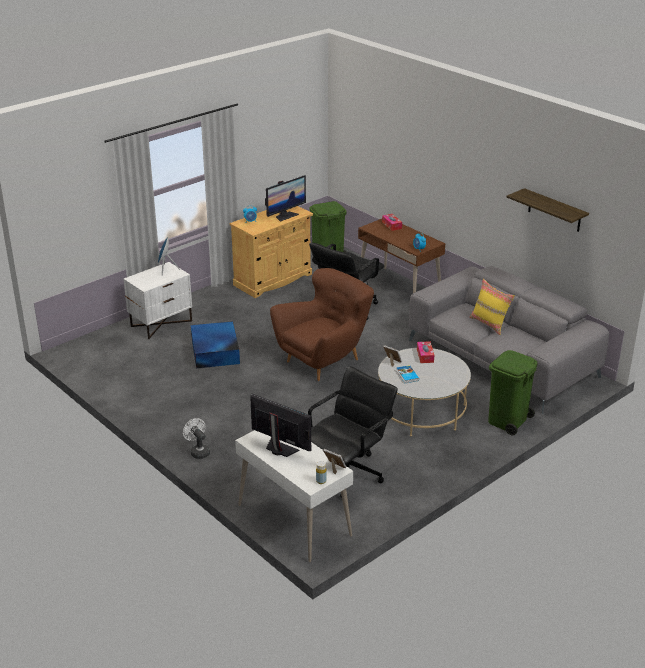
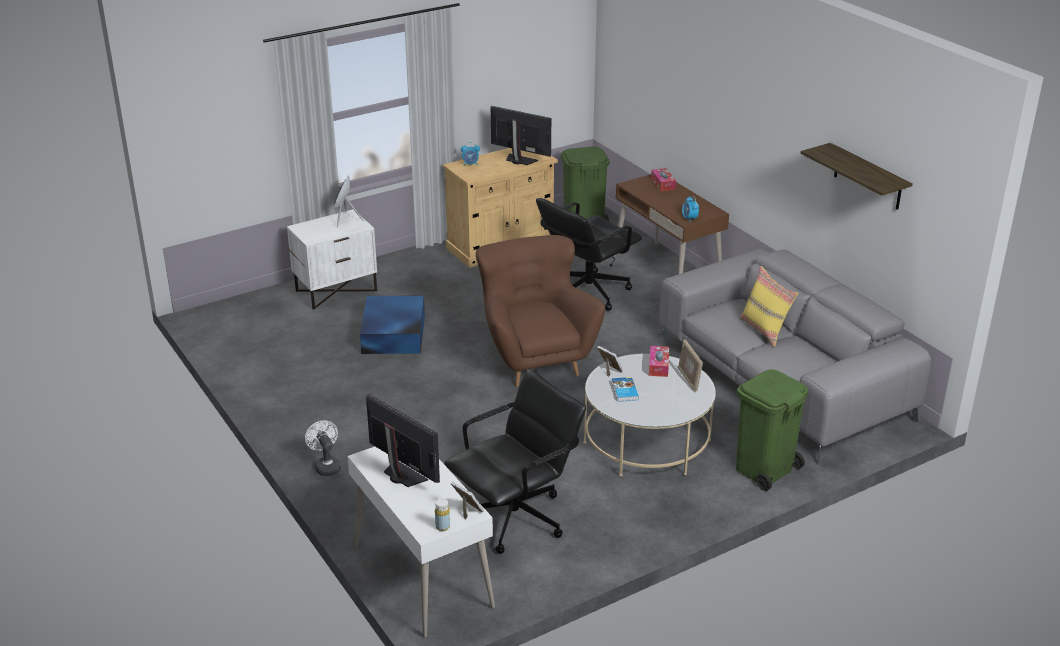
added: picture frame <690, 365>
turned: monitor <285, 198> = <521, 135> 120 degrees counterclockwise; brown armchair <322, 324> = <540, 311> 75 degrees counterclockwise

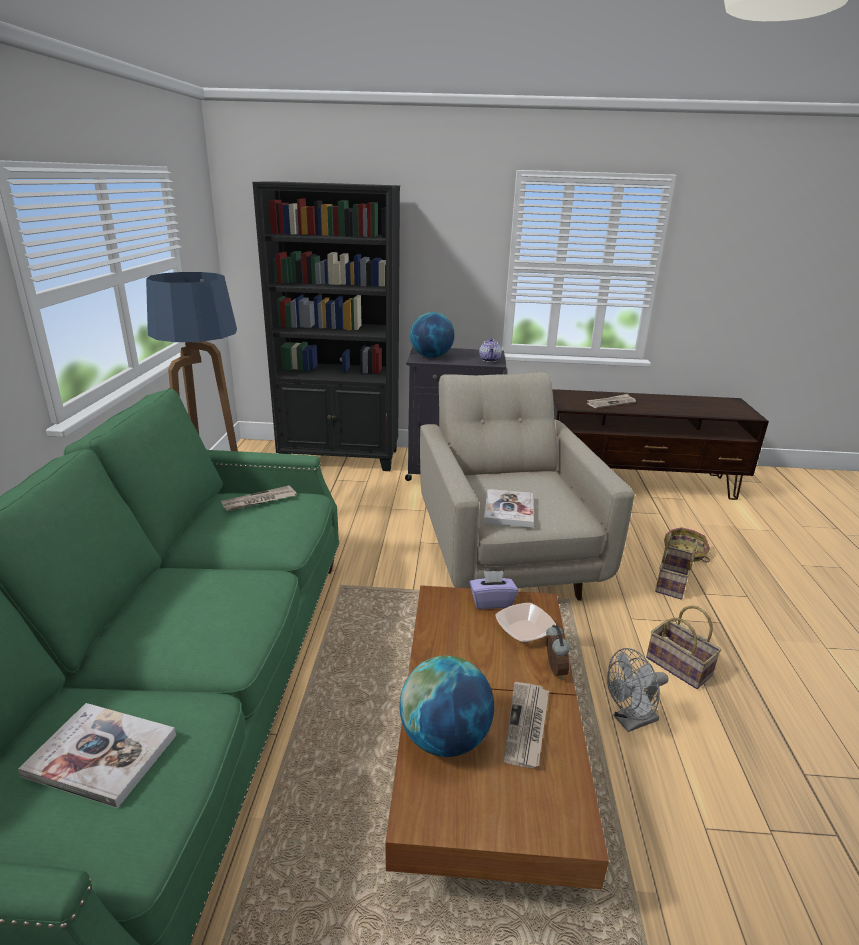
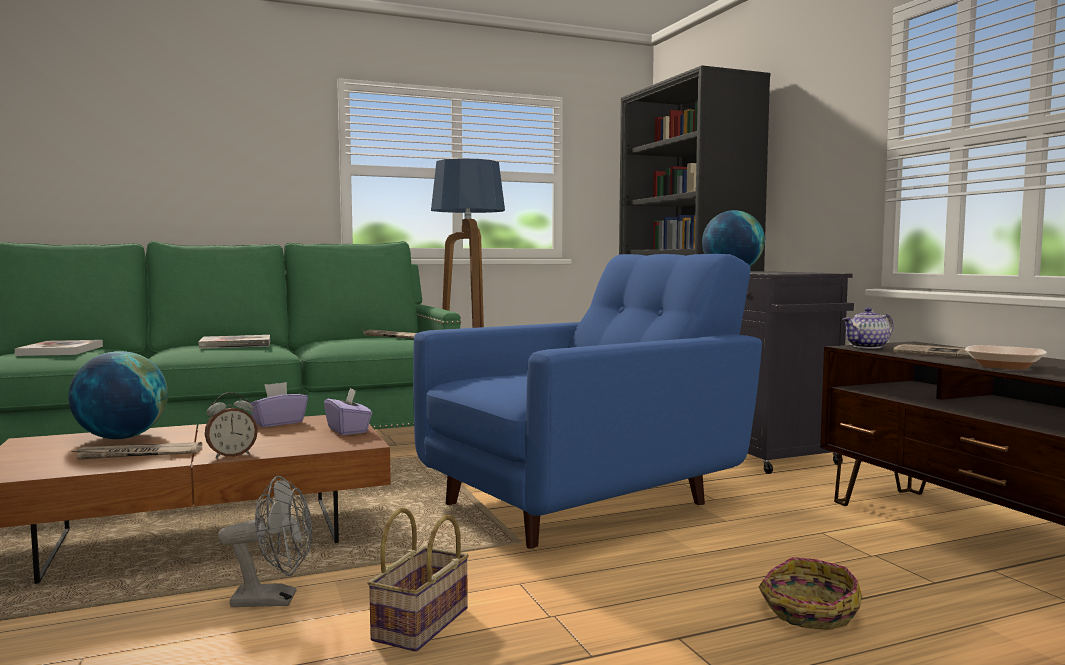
removed: basket <676, 566>
added: purple tissue box <279, 404>
moved: teapot <490, 350> to <868, 328>; book <509, 508> to <234, 342>; bowl <525, 622> to <1006, 357>
recoloured: beige armchair <527, 486> to blue armchair <587, 401>
turned: grey fan <638, 690> = <265, 541> 135 degrees clockwise

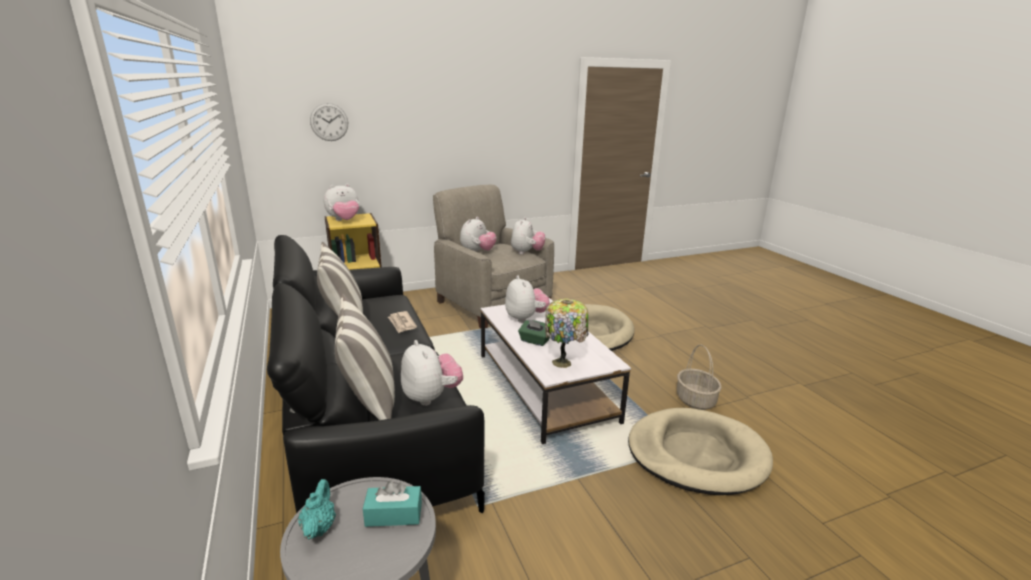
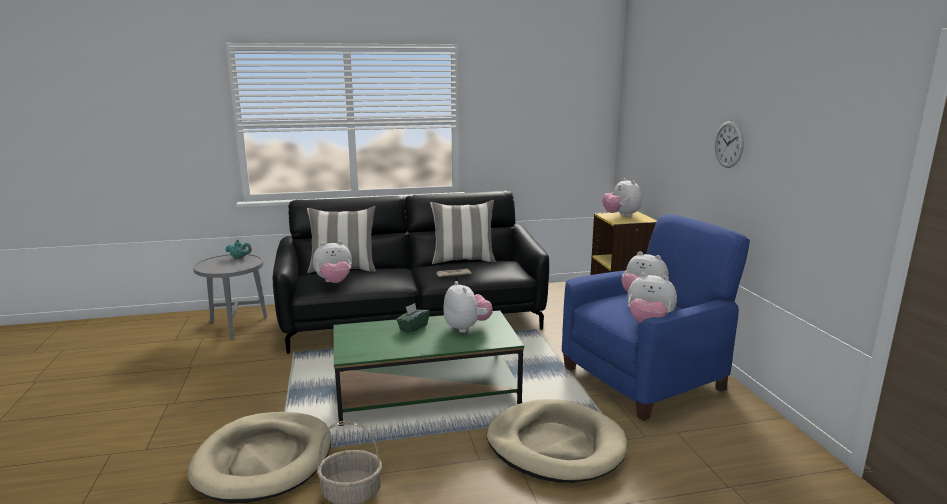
removed: table lamp <566, 333>; turquoise tissue box <392, 503>
moved: wall clock <329, 122> to <729, 144>
recoloured: beige armchair <493, 256> to blue armchair <656, 317>; white coffee table <555, 371> to green coffee table <429, 368>
turned: plush toy <527, 299> = <468, 307> 105 degrees counterclockwise

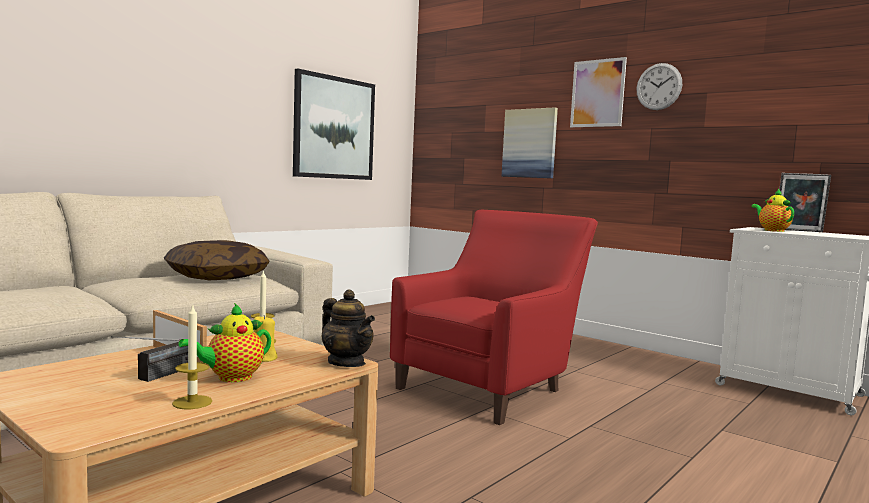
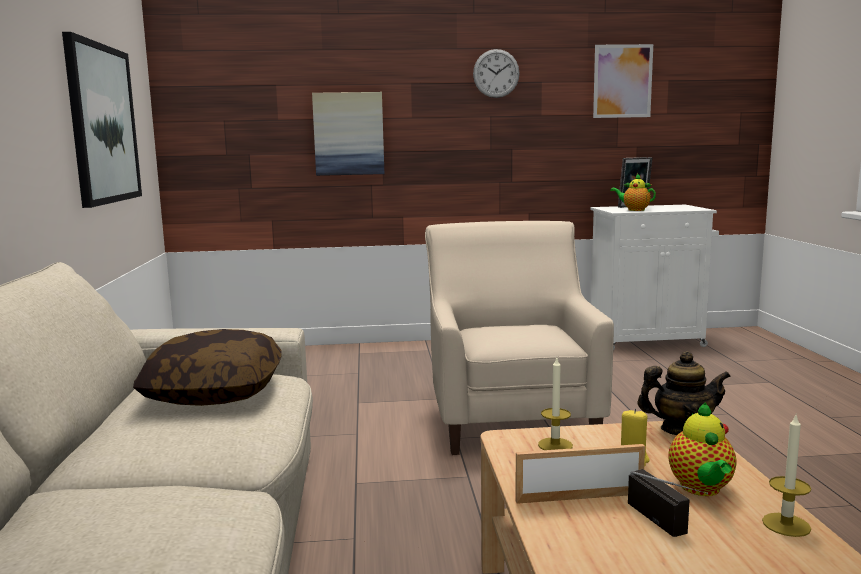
moved: picture <598, 92> to <623, 81>
recoloured: red armchair <494, 317> to beige armchair <519, 338>

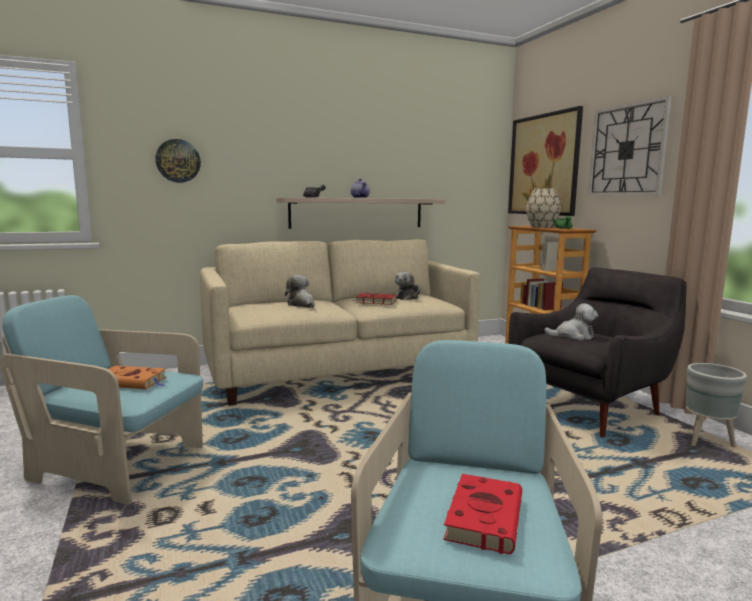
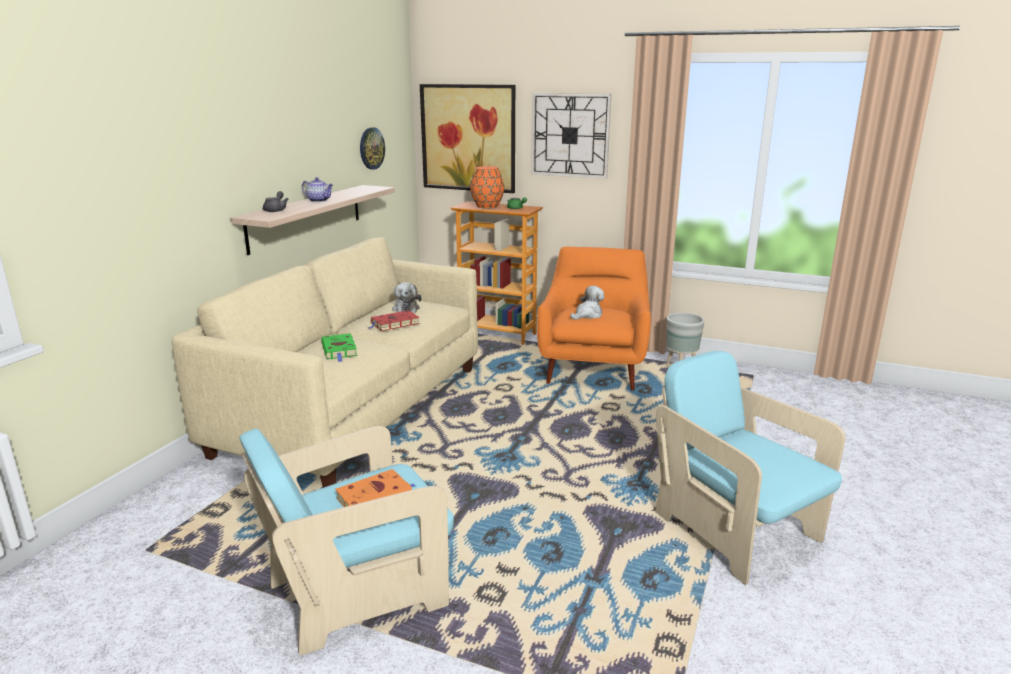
removed: red book <482, 514>
moved: wall clock <178, 161> to <372, 148>
replaced: plush toy <299, 291> to green book <339, 347>
recoloured: beige vase <543, 208> to orange vase <487, 187>; grey armchair <597, 352> to orange armchair <594, 318>

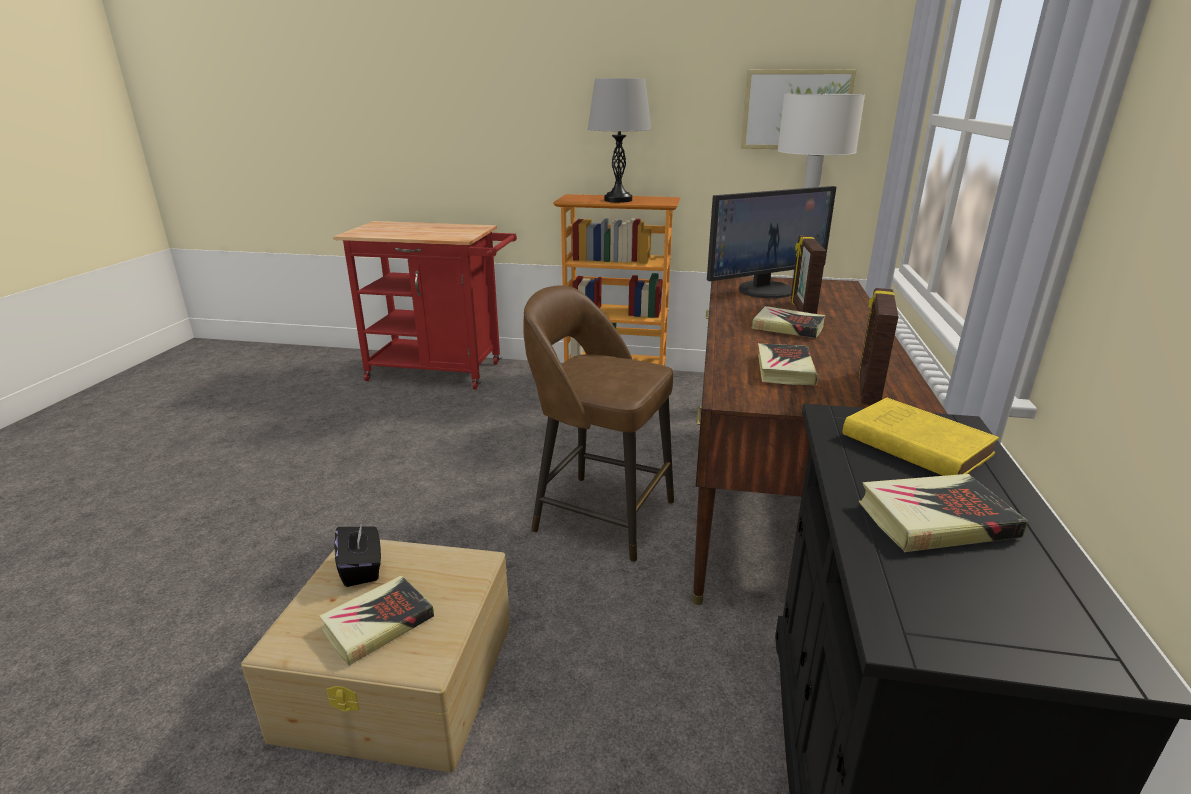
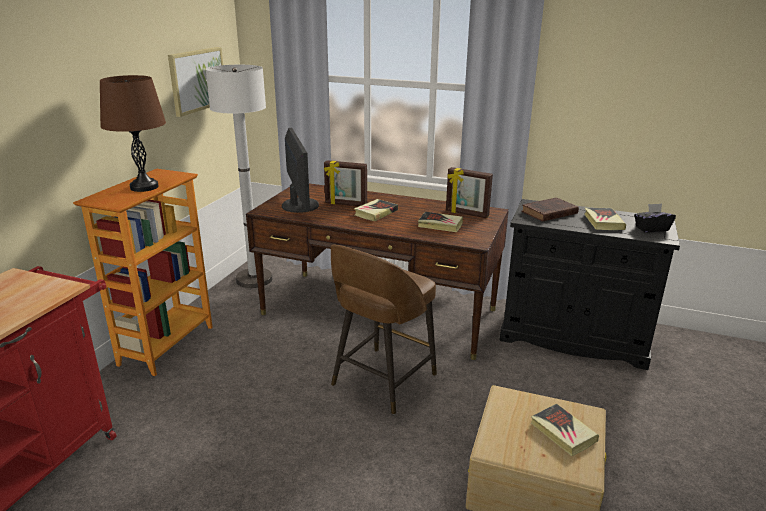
moved: black tissue box <357, 554> to <655, 217>
recoloured: grey table lamp <619, 140> to brown table lamp <133, 133>; yellow book <921, 437> to brown book <550, 210>

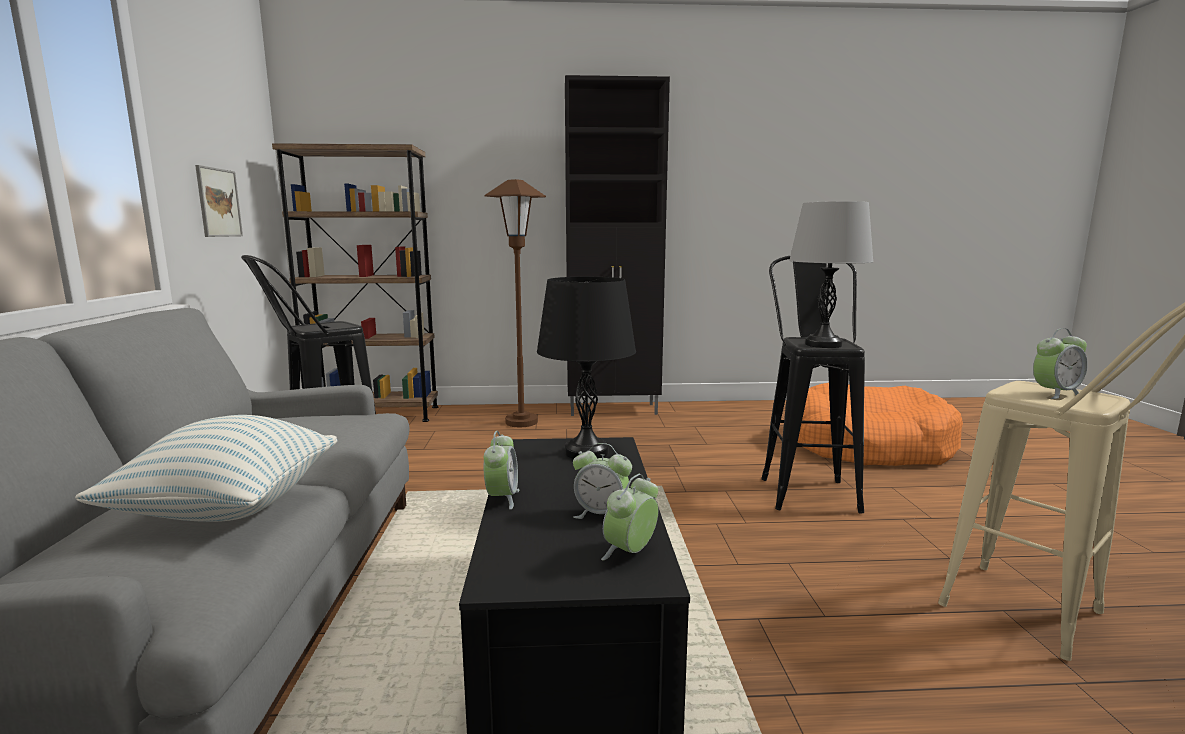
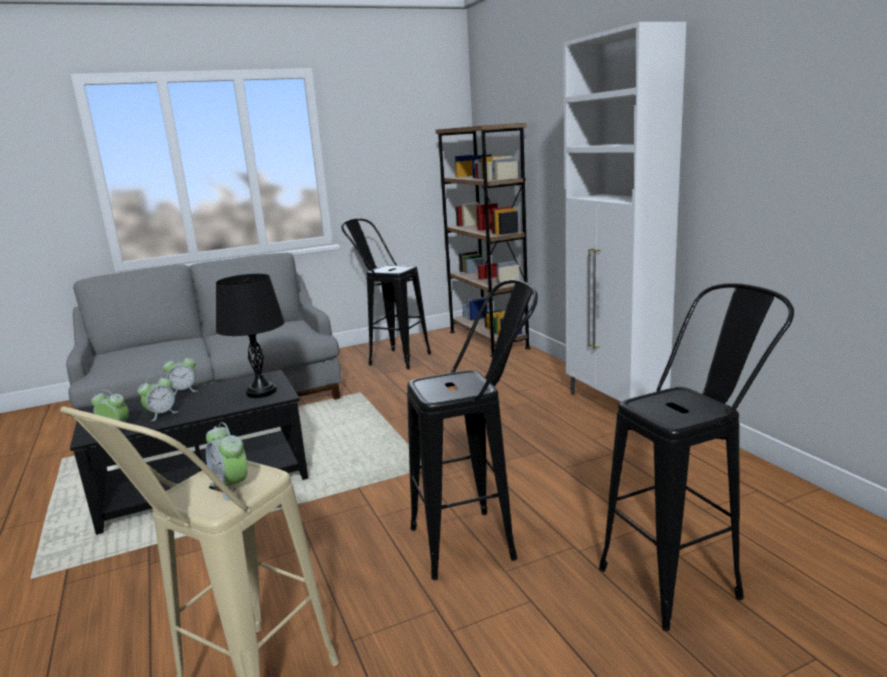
removed: picture <219, 201>; brown floor lamp <515, 303>; grey table lamp <831, 274>; pillow <206, 468>
replaced: orange dog bed <880, 424> to black stool <696, 457>
recoloured: black cabinet <617, 245> to white cabinet <624, 212>
turned: alarm clock <602, 481> = <158, 398> 135 degrees counterclockwise

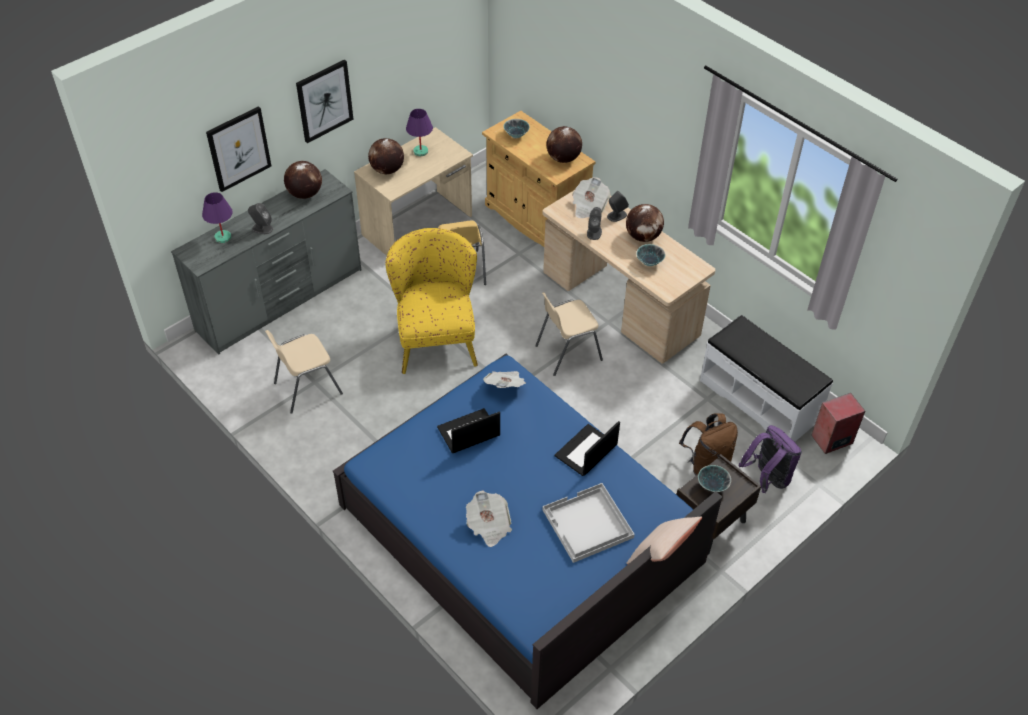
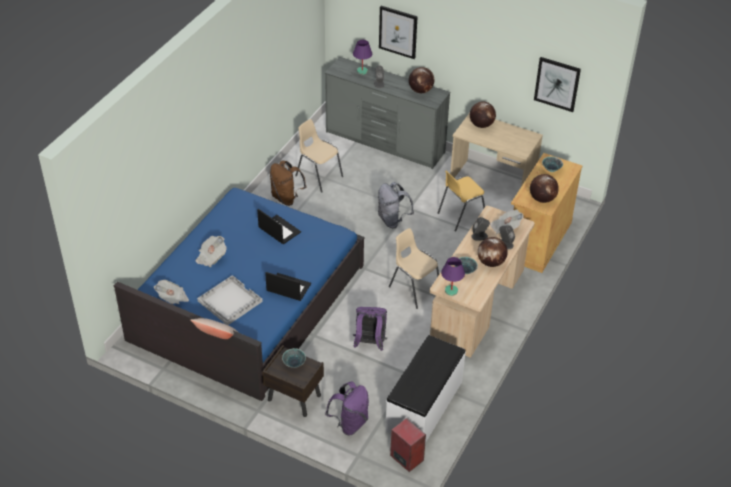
added: purple backpack <369, 329>
moved: picture <324, 101> to <557, 84>; purple table lamp <419, 132> to <453, 276>; newspaper <504, 379> to <171, 292>; brown backpack <708, 444> to <288, 183>
replaced: yellow armchair <431, 301> to grey backpack <396, 205>

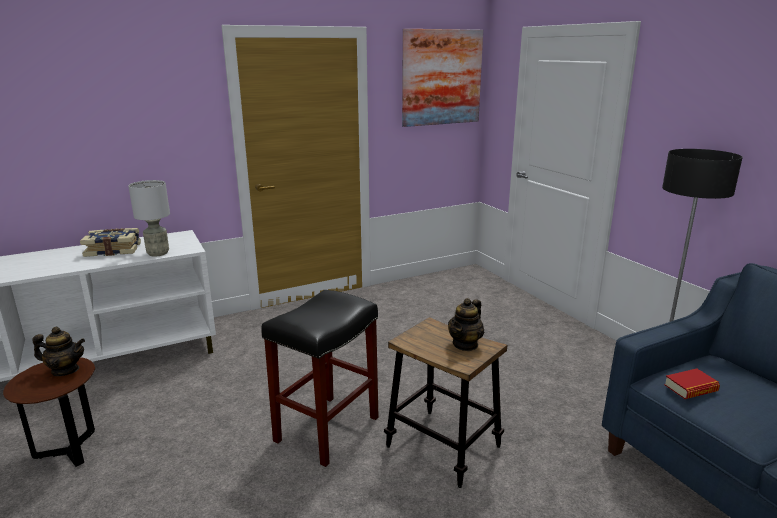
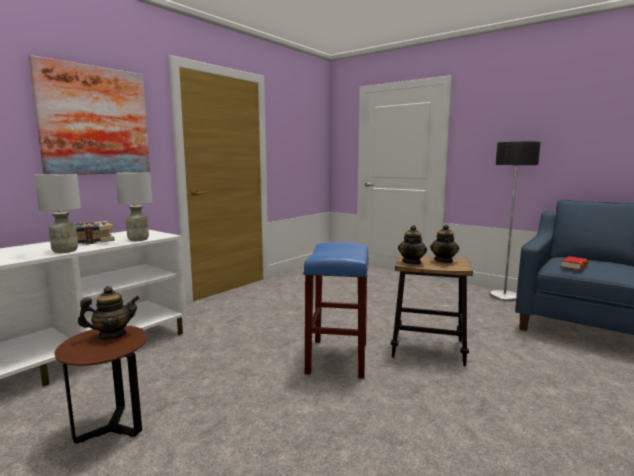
added: grey table lamp <57, 213>; teapot <412, 245>
moved: picture <442, 78> to <89, 115>
recoloured: black stool <320, 378> to blue stool <336, 310>

